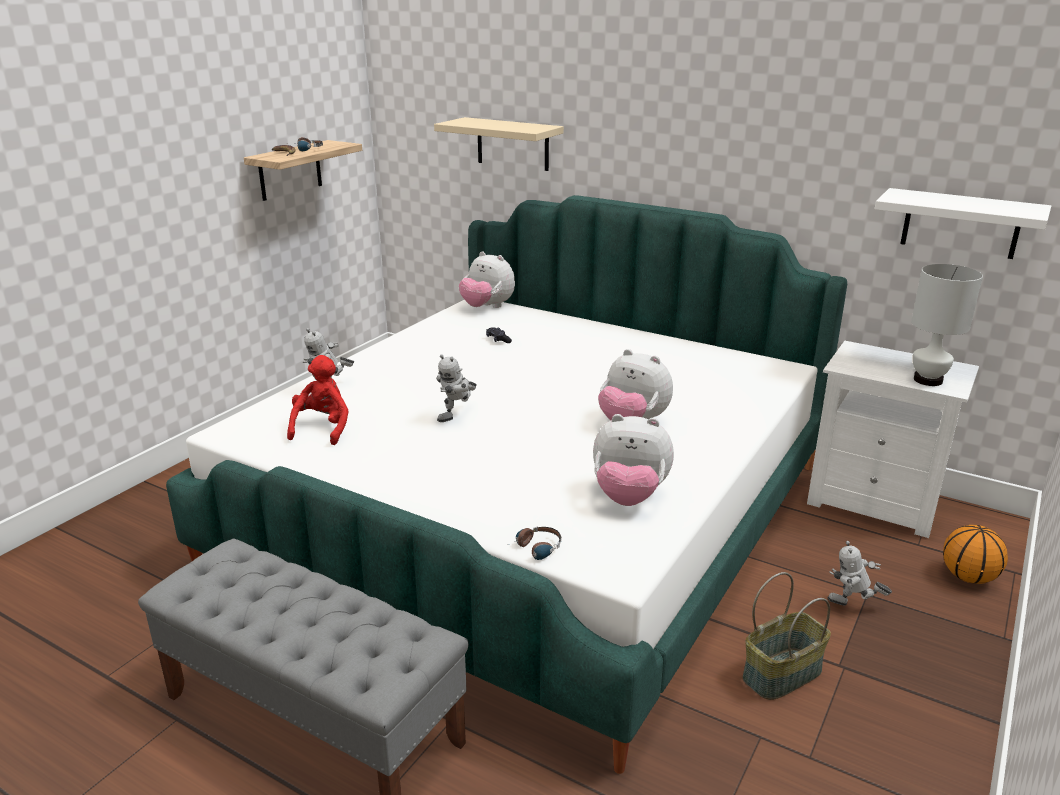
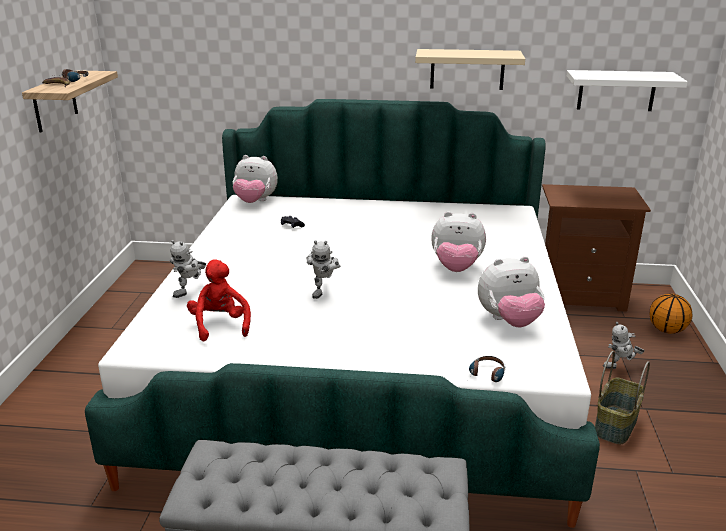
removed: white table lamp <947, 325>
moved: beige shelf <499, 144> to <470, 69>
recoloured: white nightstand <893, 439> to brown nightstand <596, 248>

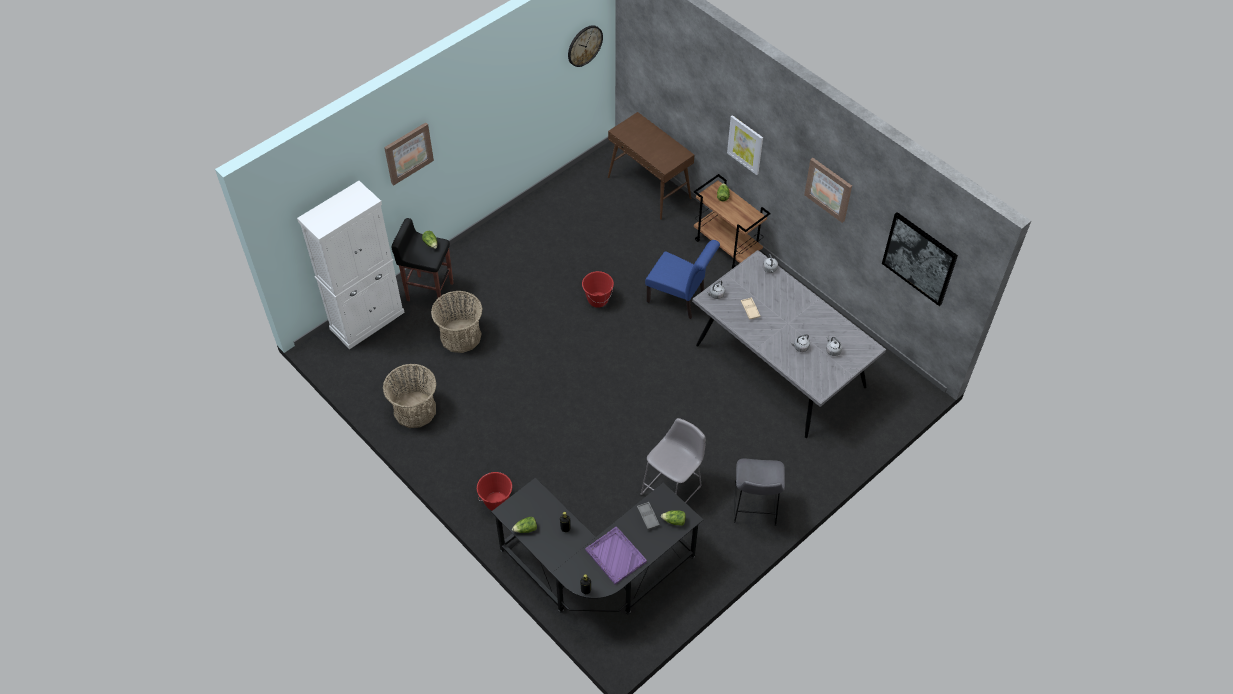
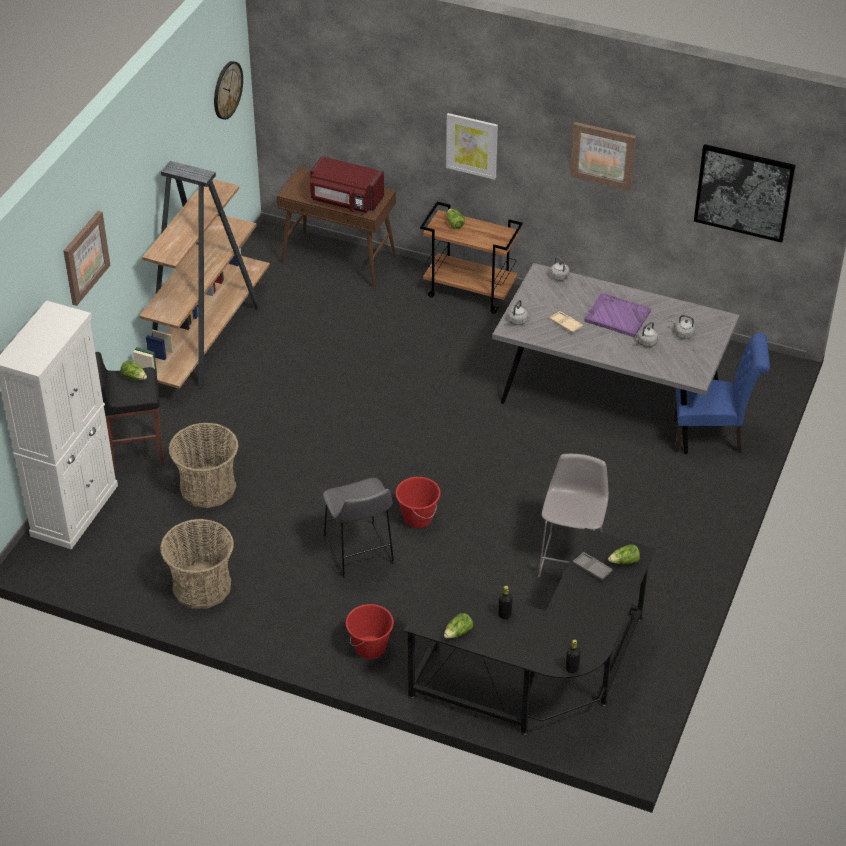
added: red microwave <347, 184>; brown bookcase <201, 275>
moved: blue chair <682, 279> to <721, 393>; red bucket <598, 289> to <418, 502>; grey stool <759, 492> to <358, 528>; purple tray <616, 556> to <617, 315>

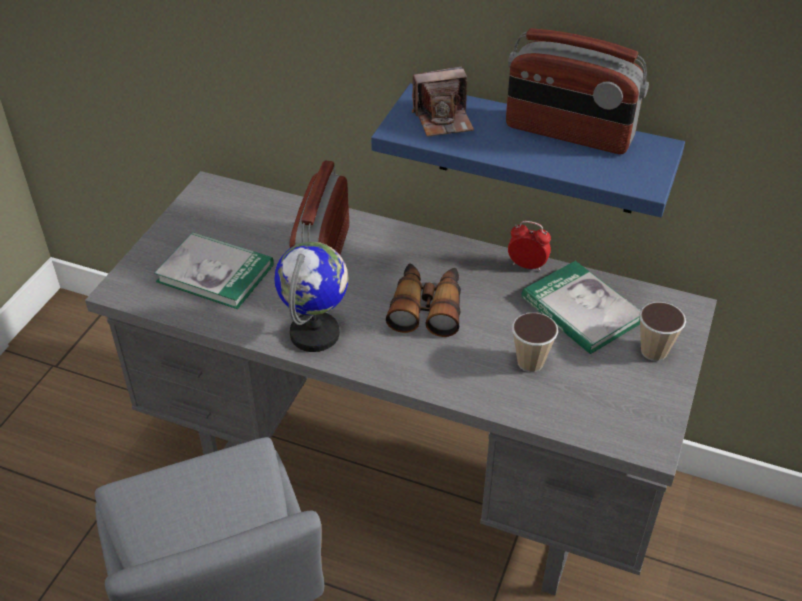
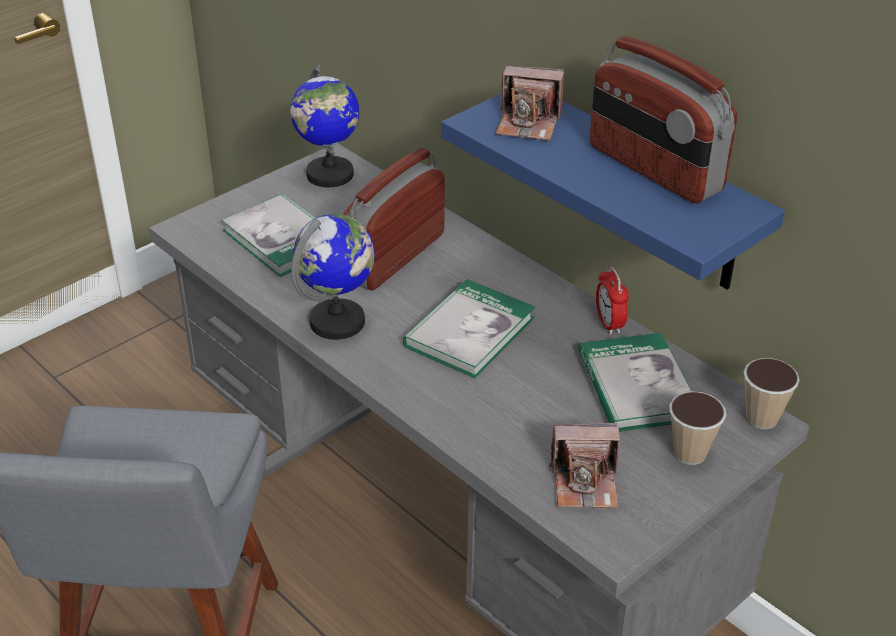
added: globe <324, 126>; photo camera <584, 465>
moved: cup <535, 342> to <771, 393>
replaced: binoculars <423, 300> to book <469, 328>
turned: alarm clock <529, 246> = <612, 300> 150 degrees counterclockwise

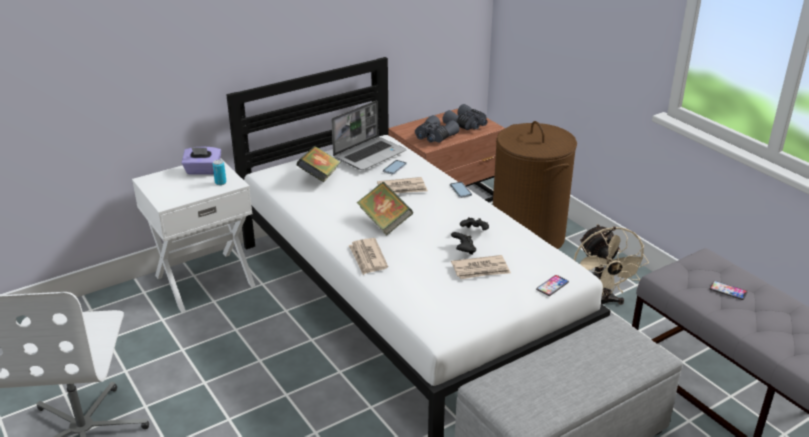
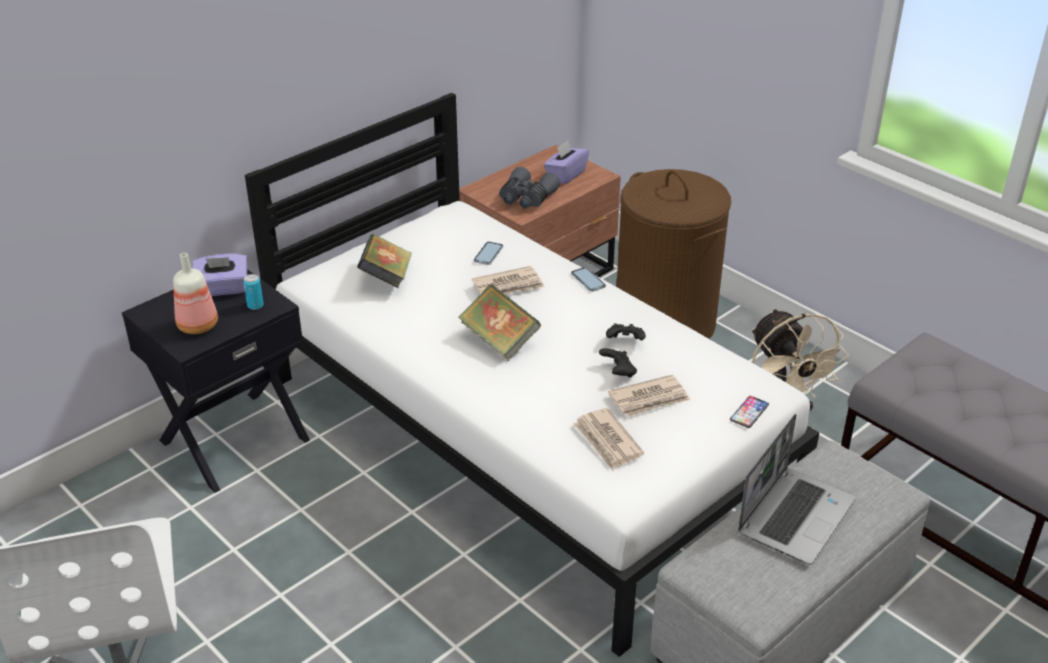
removed: phone <728, 290>
added: bottle <195, 293>
moved: laptop <368, 135> to <797, 489>; newspaper <368, 256> to <608, 439>
replaced: grey binoculars <465, 117> to purple tissue box <566, 162>
recoloured: white nightstand <193, 235> to black nightstand <216, 381>

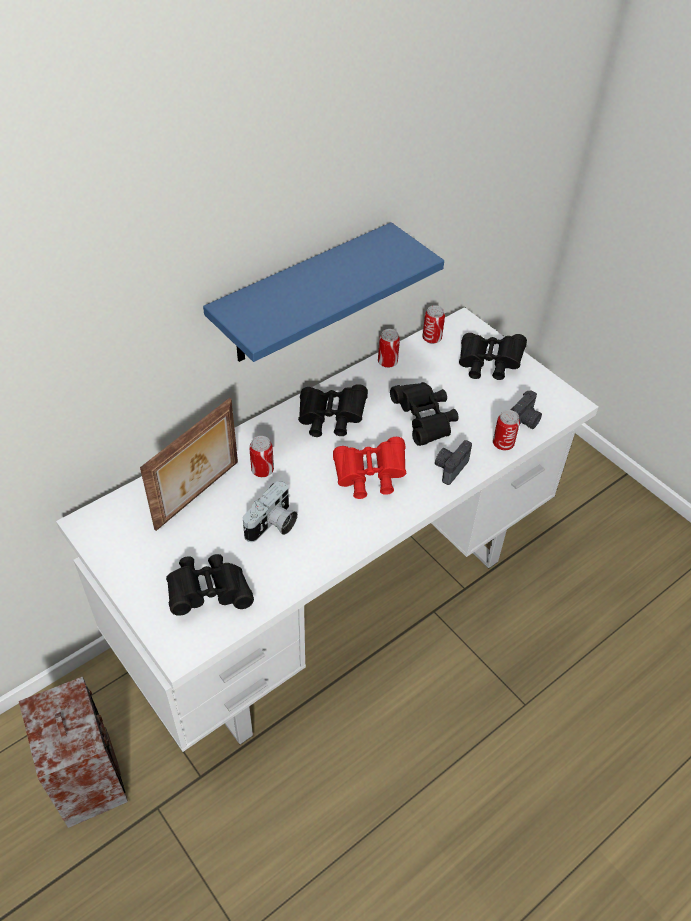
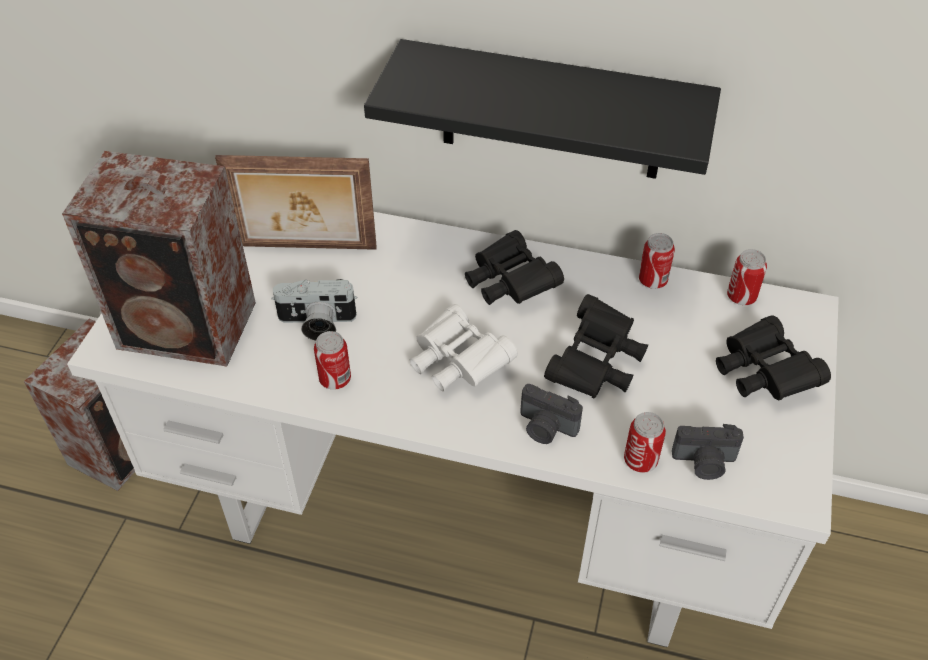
moved: can <261, 456> to <332, 360>
replaced: black binoculars <210, 585> to speaker <159, 258>
recoloured: blue shelf <323, 292> to black shelf <542, 109>; red binoculars <369, 468> to white binoculars <463, 348>
turned: photo camera <453, 462> = <551, 414> 150 degrees counterclockwise

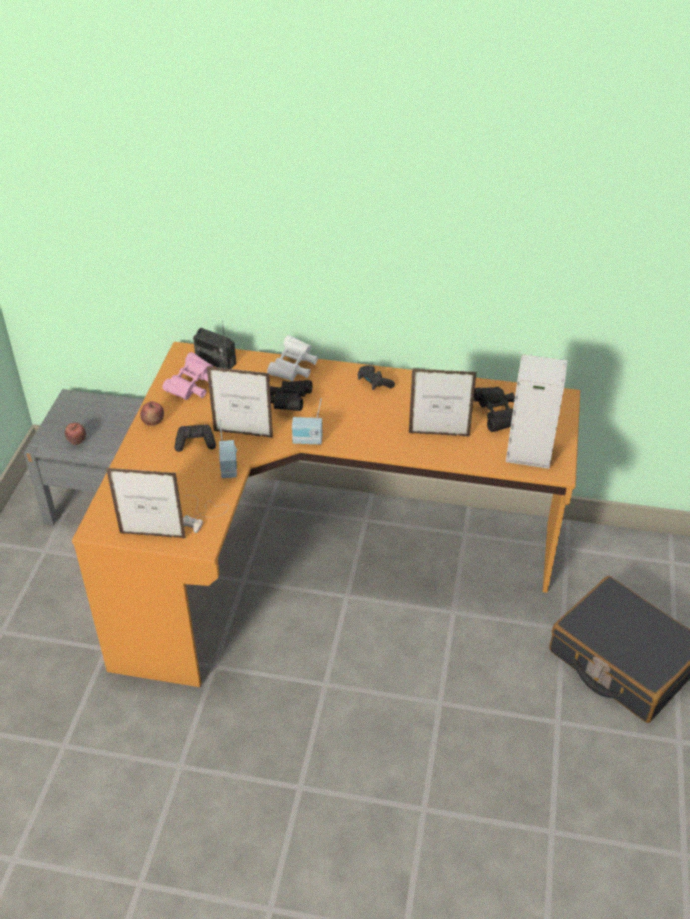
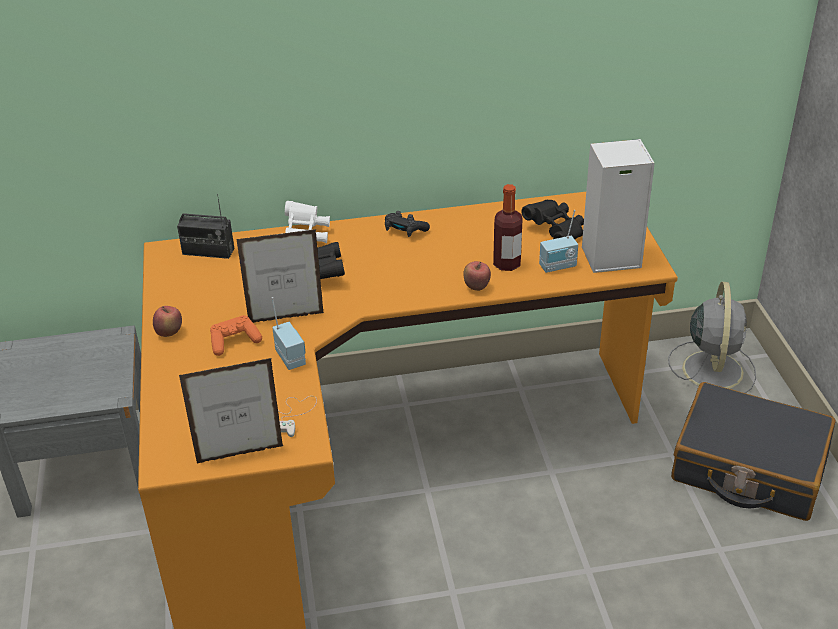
removed: pink binoculars <187, 376>
added: grey fan <712, 337>
moved: radio <307, 421> to <558, 241>; apple <75, 434> to <477, 276>
replaced: picture frame <443, 402> to bottle <508, 227>
recoloured: black game controller <195, 438> to orange game controller <236, 335>

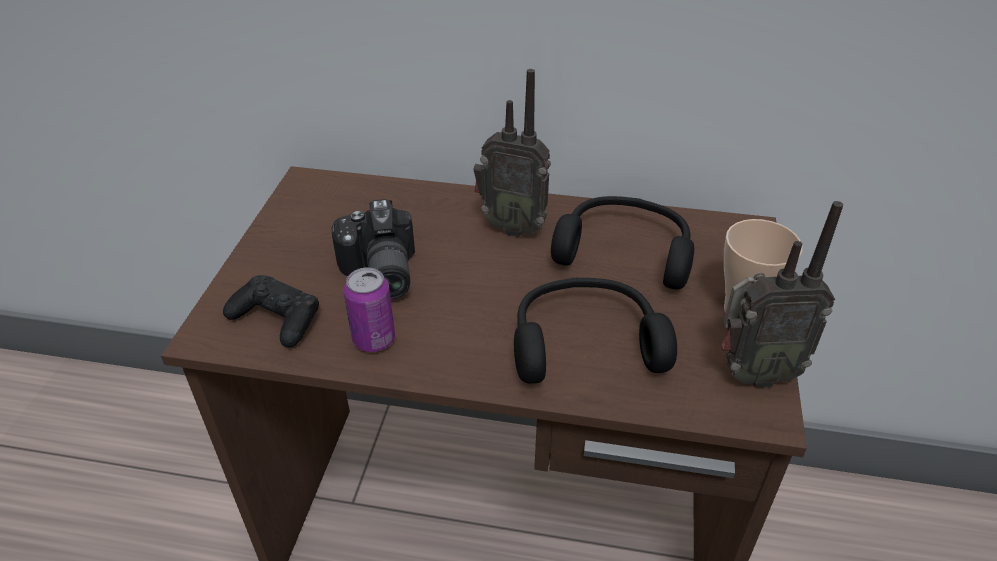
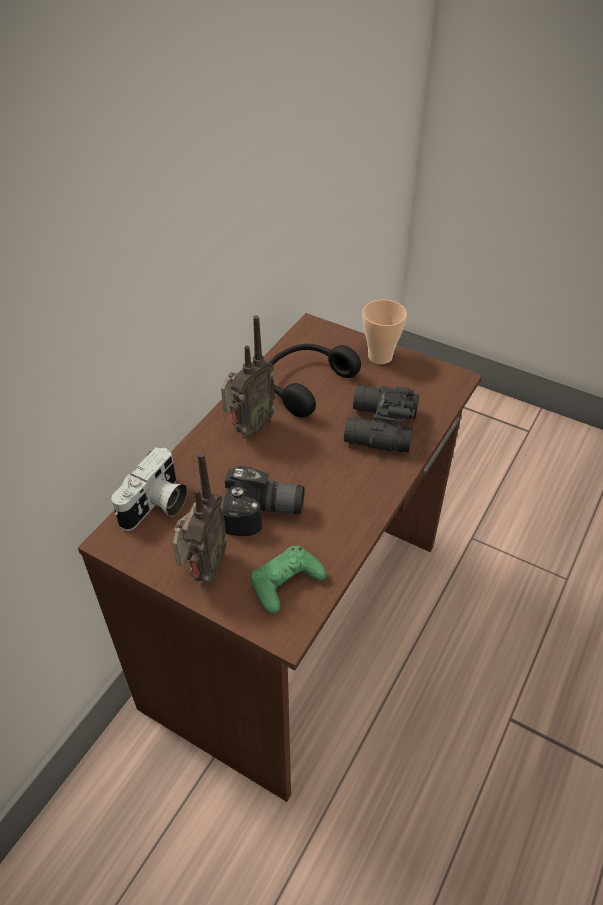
removed: can <369, 309>
added: photo camera <149, 489>
moved: radio <782, 294> to <200, 518>
replaced: black headphones <595, 330> to black binoculars <381, 419>
recoloured: black game controller <271, 311> to green game controller <289, 580>

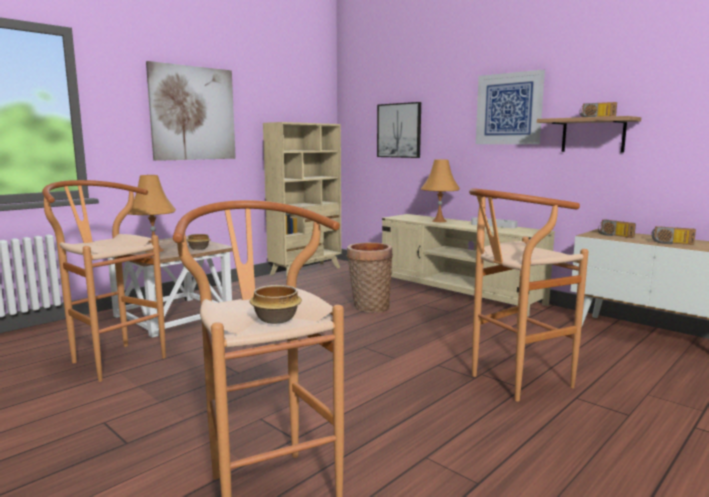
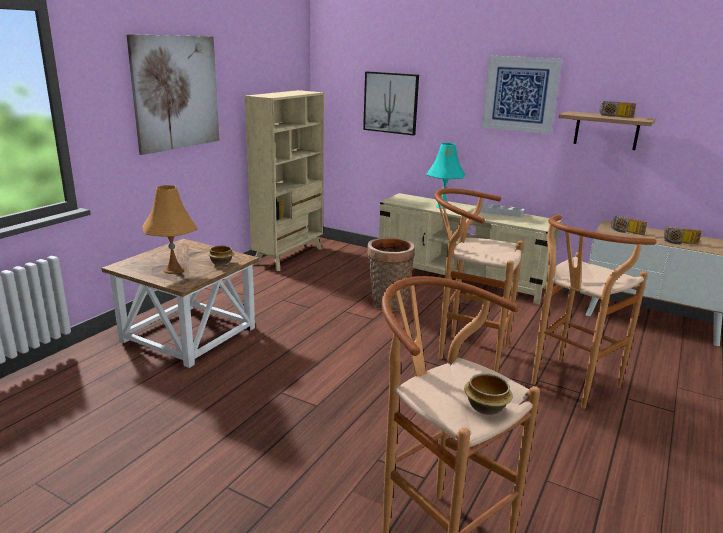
moved: brown stool <104, 281> to <479, 280>
recoloured: orange table lamp <440, 190> to turquoise table lamp <446, 176>

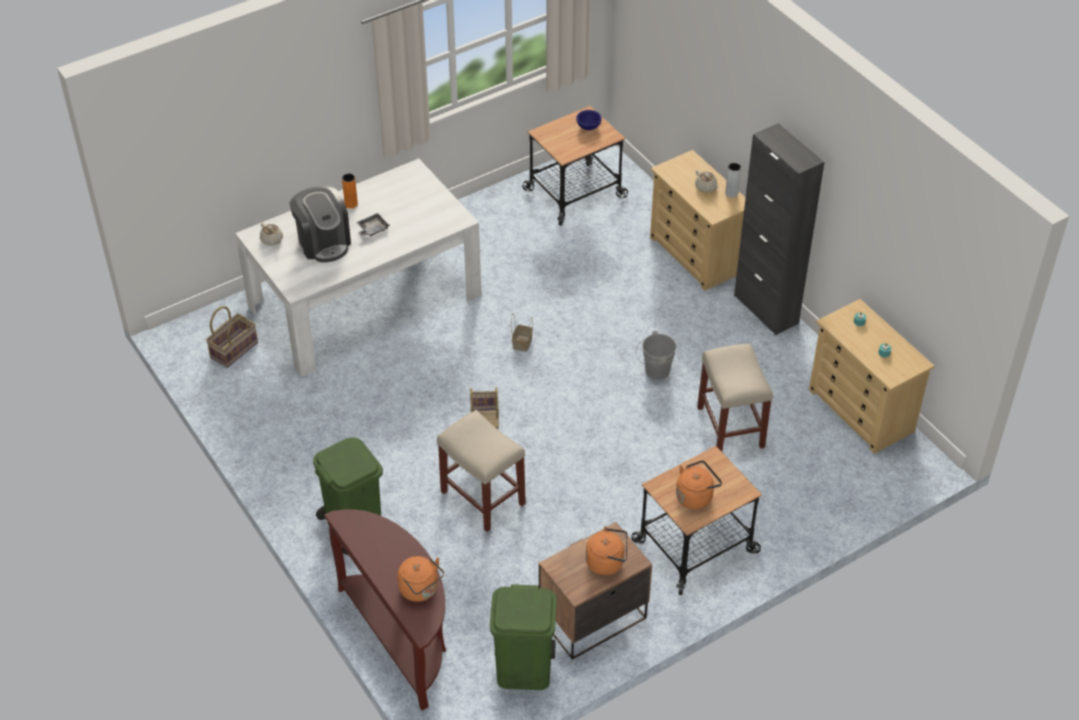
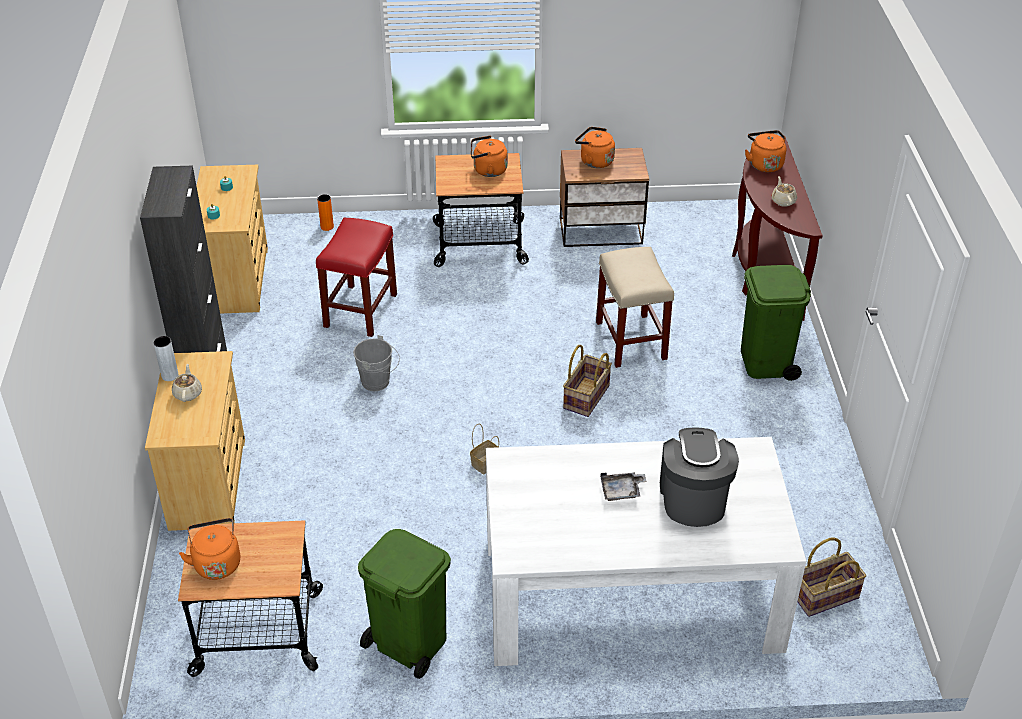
moved: orange vase <350, 191> to <325, 212>; beige teapot <271, 234> to <784, 191>; green trash can <523, 637> to <404, 604>
replaced: blue bowl <589, 120> to orange kettle <209, 549>
recoloured: beige stool <735, 397> to red stool <356, 277>

